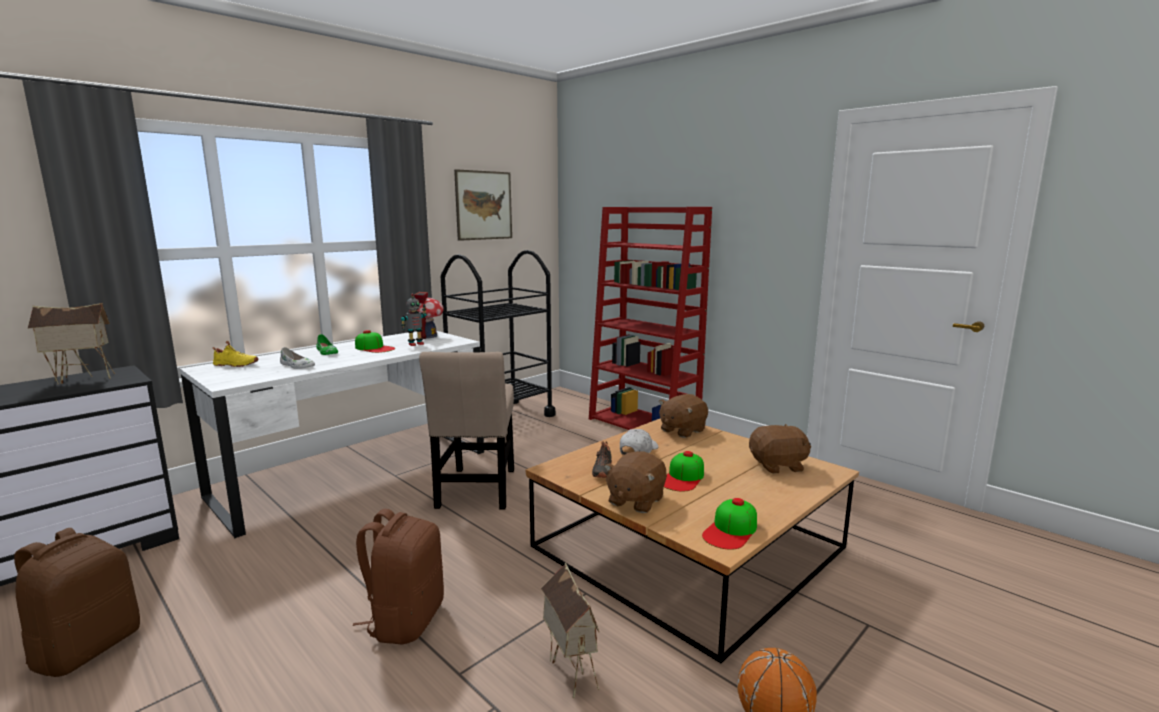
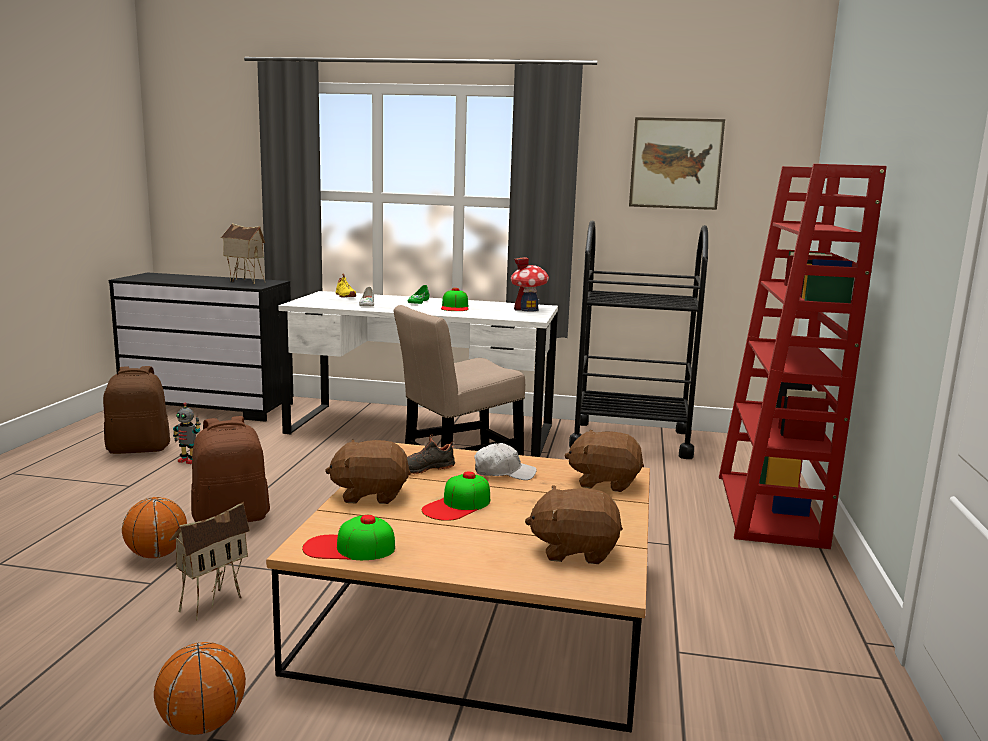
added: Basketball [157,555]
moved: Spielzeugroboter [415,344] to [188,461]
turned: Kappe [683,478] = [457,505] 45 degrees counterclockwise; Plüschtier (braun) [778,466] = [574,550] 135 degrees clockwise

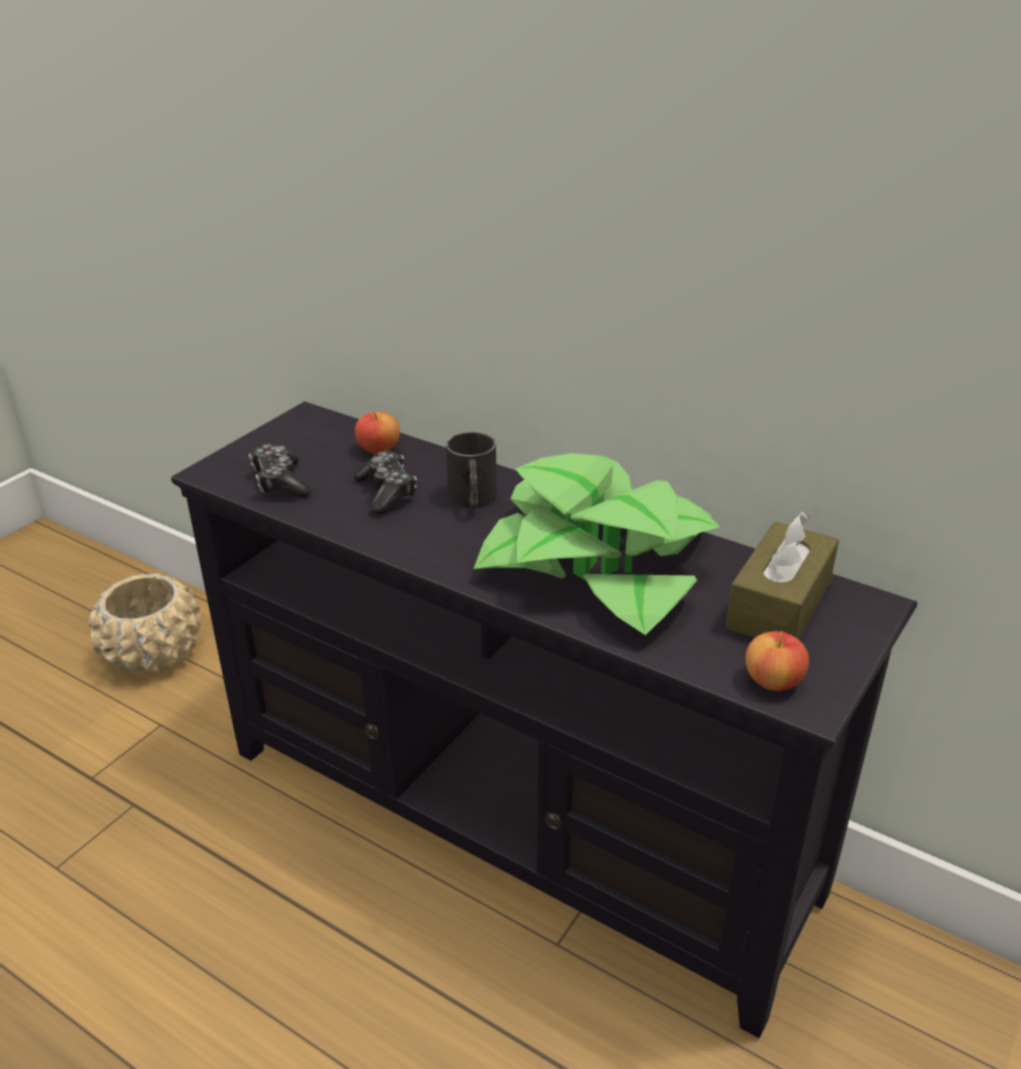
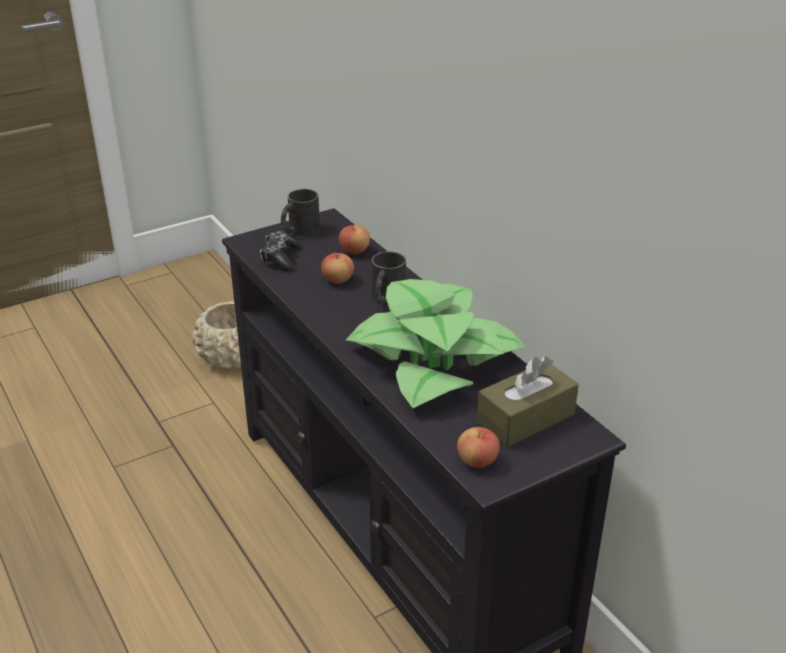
added: Henkelbecher (schwarz) [299,230]
replaced: Gamepad [387,492] to Apfel [338,280]

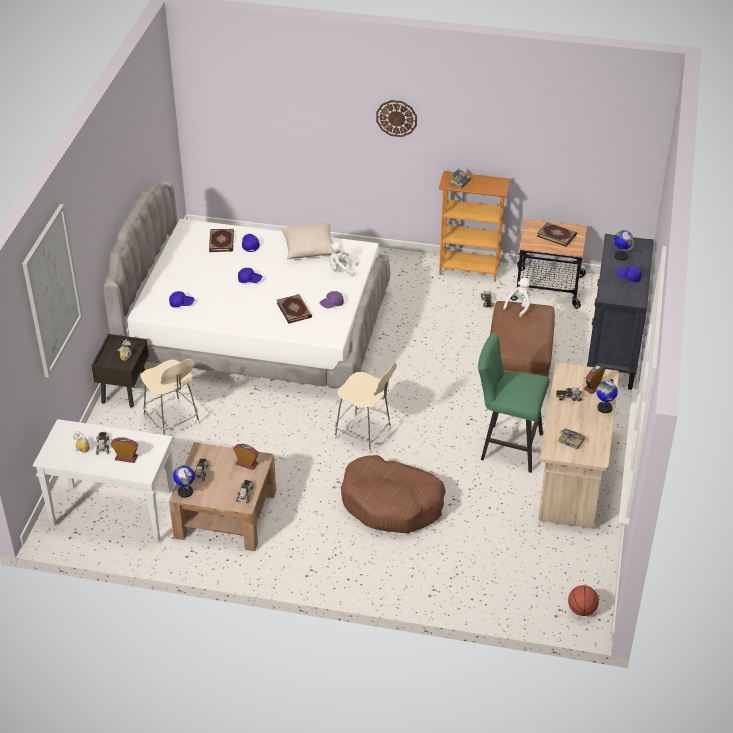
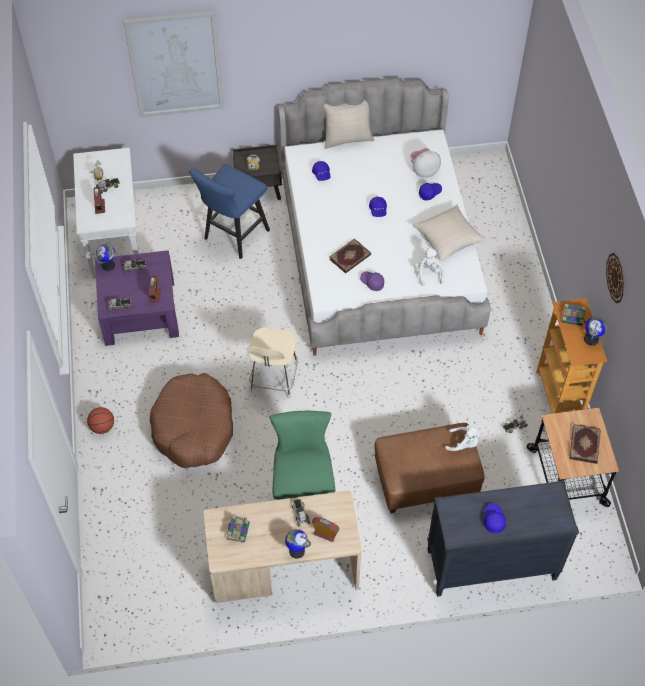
added: Kissen (beige) [347,139]
moved: Wanduhr [396,118] to [616,278]; Basketball [582,610] to [102,427]; Globus [620,256] to [591,339]
replaced: Stuhl (beige) [172,422] to Hocker (blau) [233,237]; Buch [222,242] to Plüschtier [424,171]
recoloured: Couchtisch (braun) [225,514] to Couchtisch (lila) [140,311]

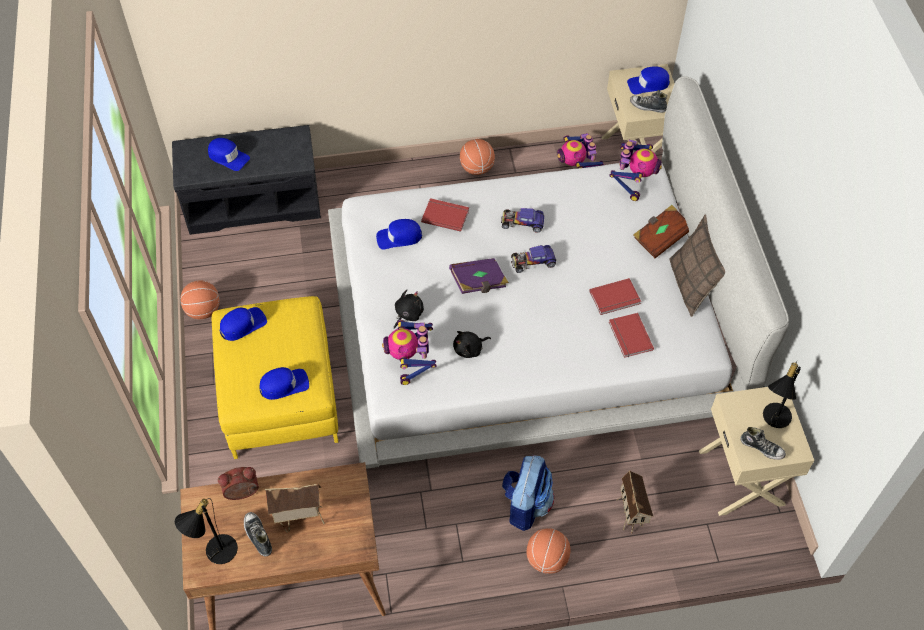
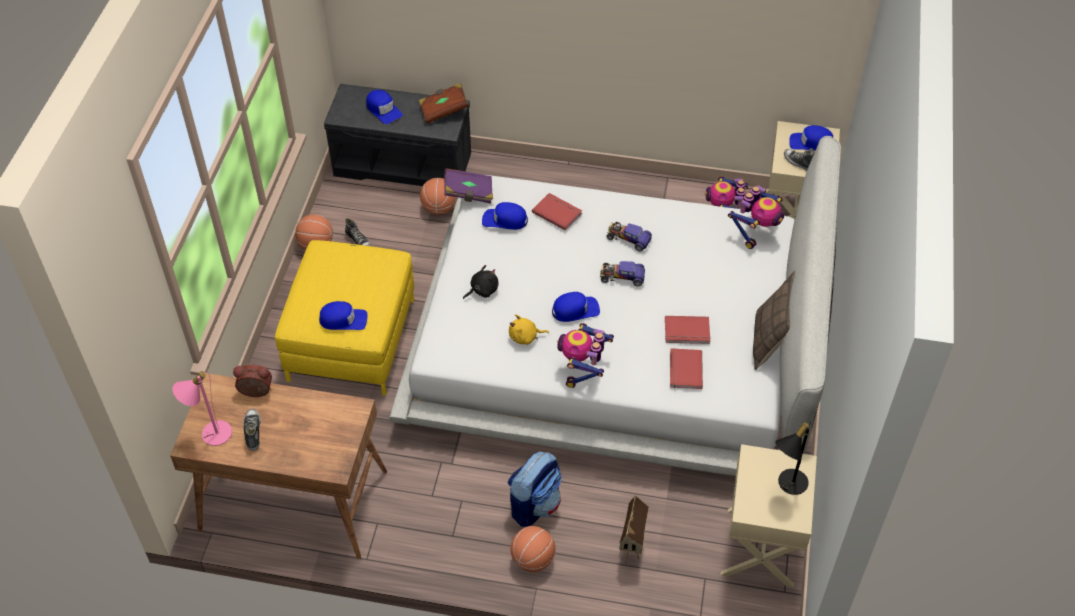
removed: Spielzeughaus [300,521]
moved: Kappe (blau) [243,325] to [575,310]; Spielzeugroboter [411,363] to [583,369]; Buch (lila) [478,283] to [468,193]; Basketball [477,168] to [439,208]; Buch (braun) [660,238] to [443,110]; Schuh [762,447] to [358,240]
recoloured: Tischlampe (schwarz) [215,551] to Tischlampe (rosa) [210,433]; Plüschtier (schwarz) [469,349] to Plüschtier (gelb) [525,337]

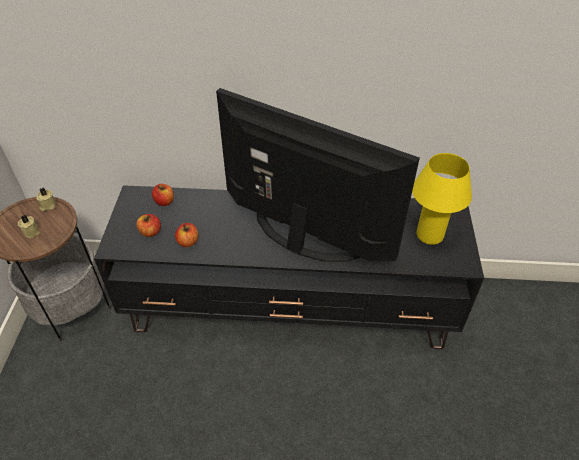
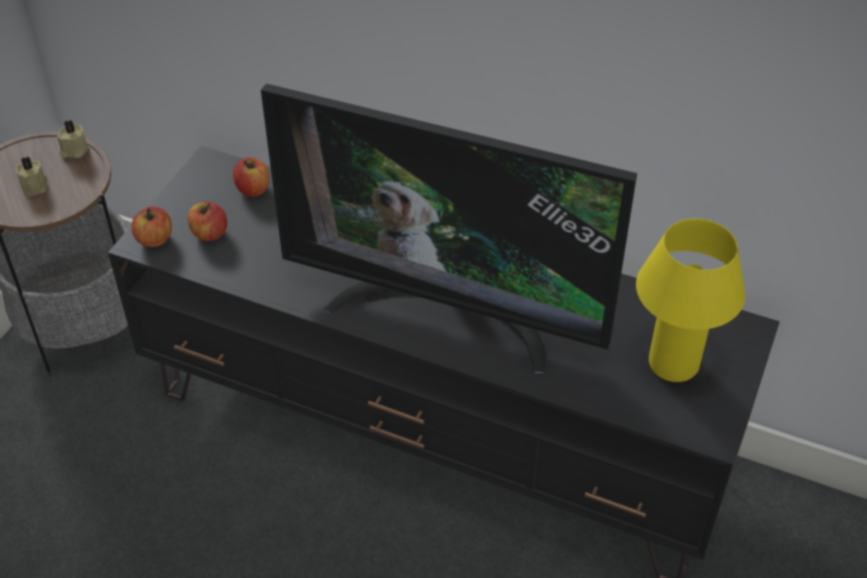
moved: Apfel [188,242] to [155,239]
turned: Fernseher [302,240] = [446,311] 150 degrees clockwise

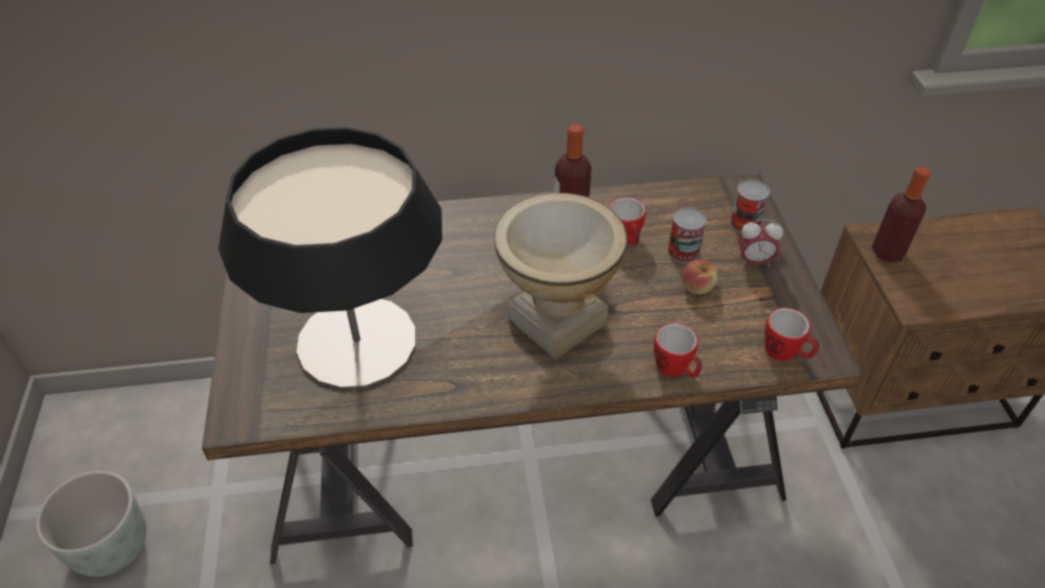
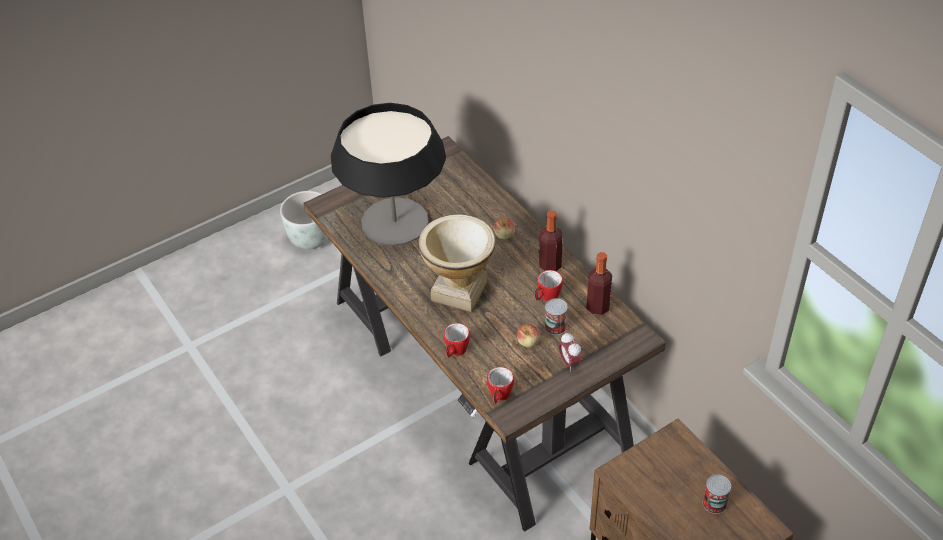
added: Apfel [504,235]
moved: Dose [745,223] to [714,503]; Flasche [887,252] to [598,307]

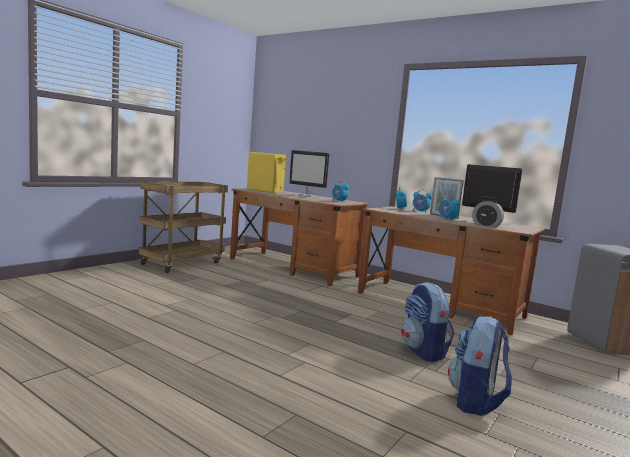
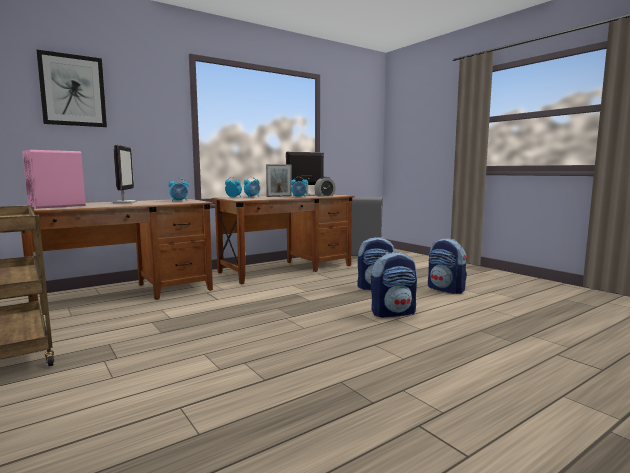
added: Bild [73,90]; Rucksack [393,313]
recoloured: Lautsprecher (gelb) [265,191] to Lautsprecher (rosa) [57,206]
turned: Monitor [307,196] = [124,202] 60 degrees counterclockwise

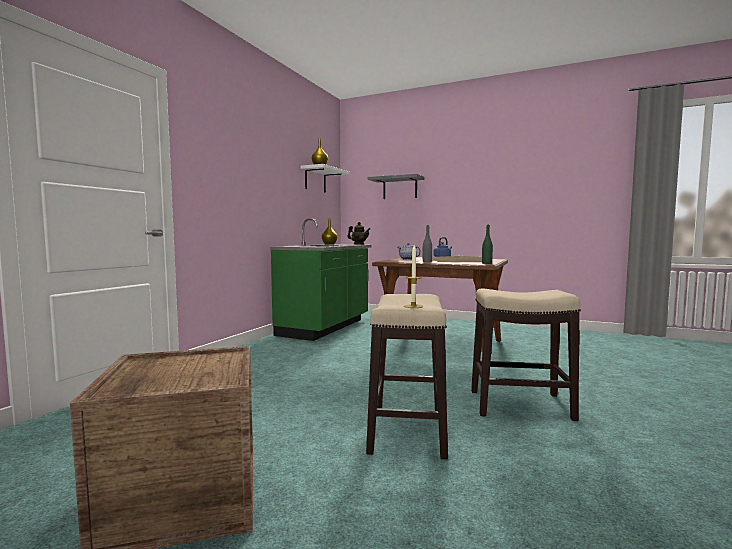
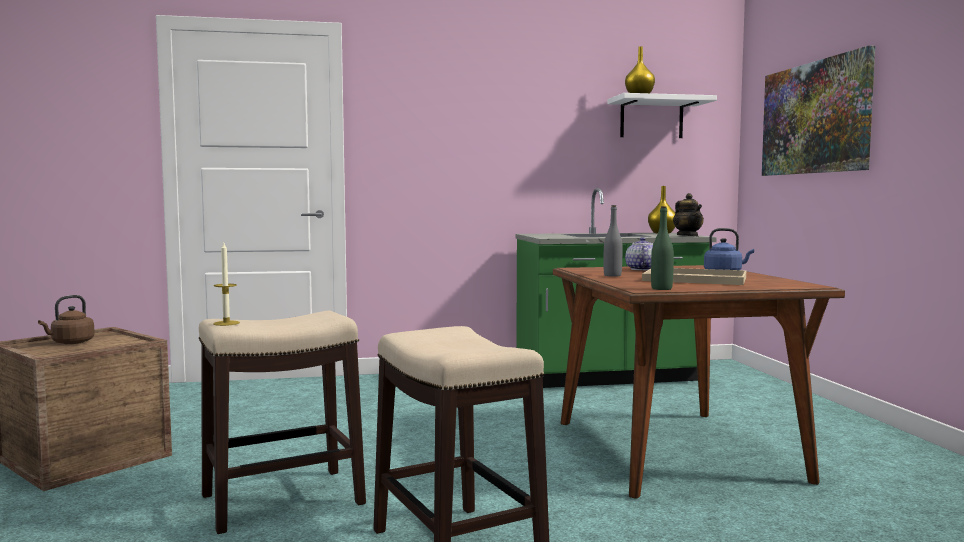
added: Wasserkessel (braun) [70,343]
replaced: Wandregal (grau) [400,188] to Bild [814,118]

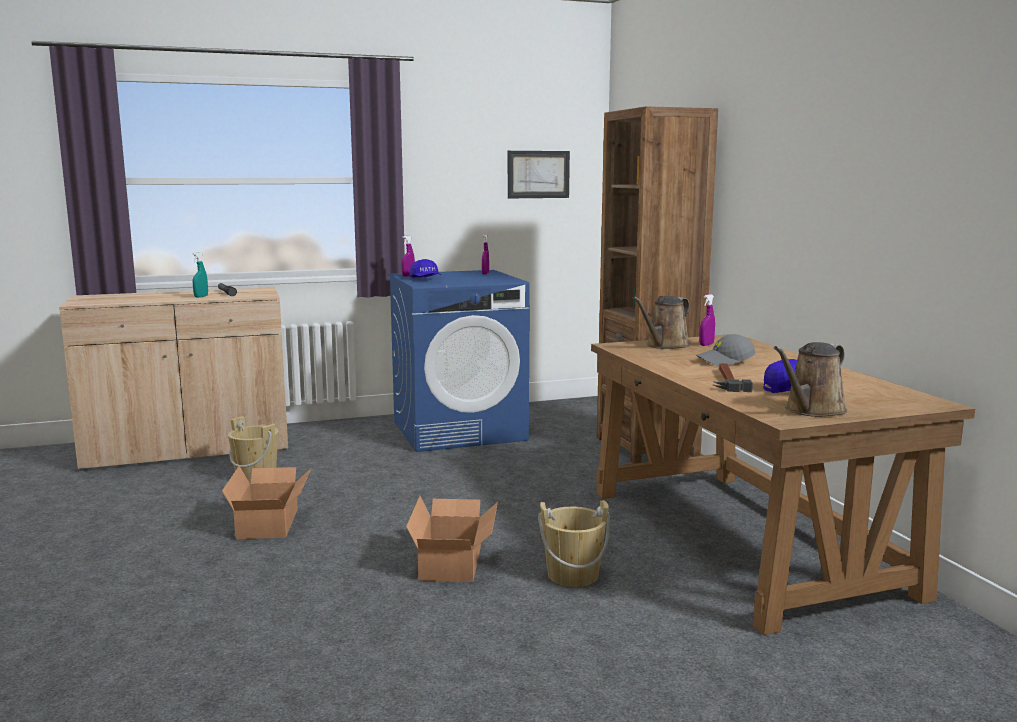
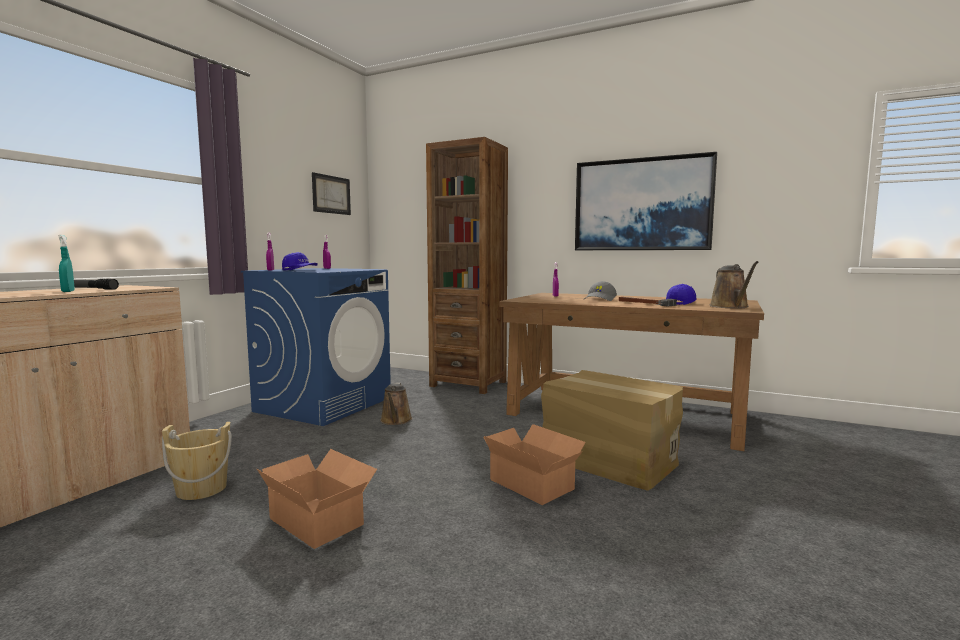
added: Bild [642,205]
moved: Gießkanne (braun) [665,345] to [396,421]
replaced: Eimer (beige) [573,575] to Karton [608,460]

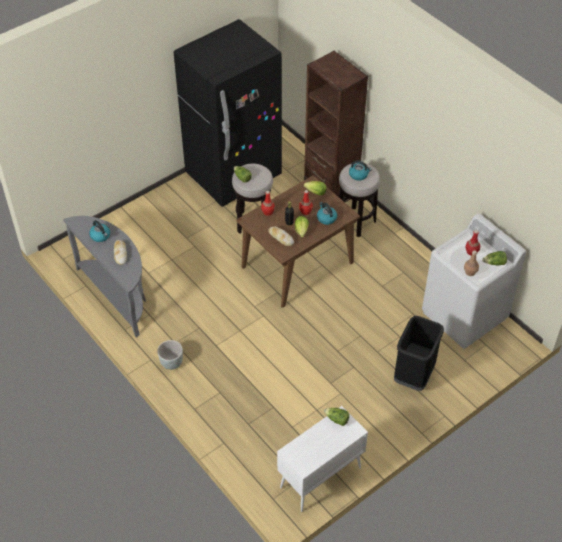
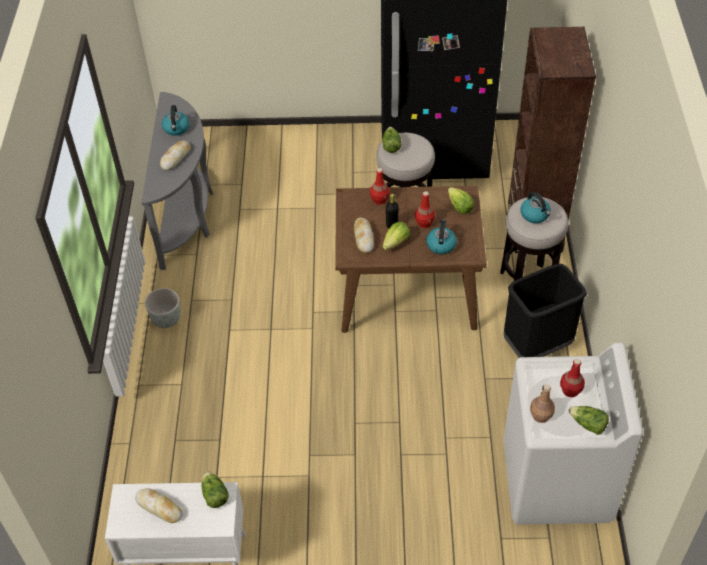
added: Brot [159,507]
moved: Mülleimer (schwarz) [414,375] to [537,346]

